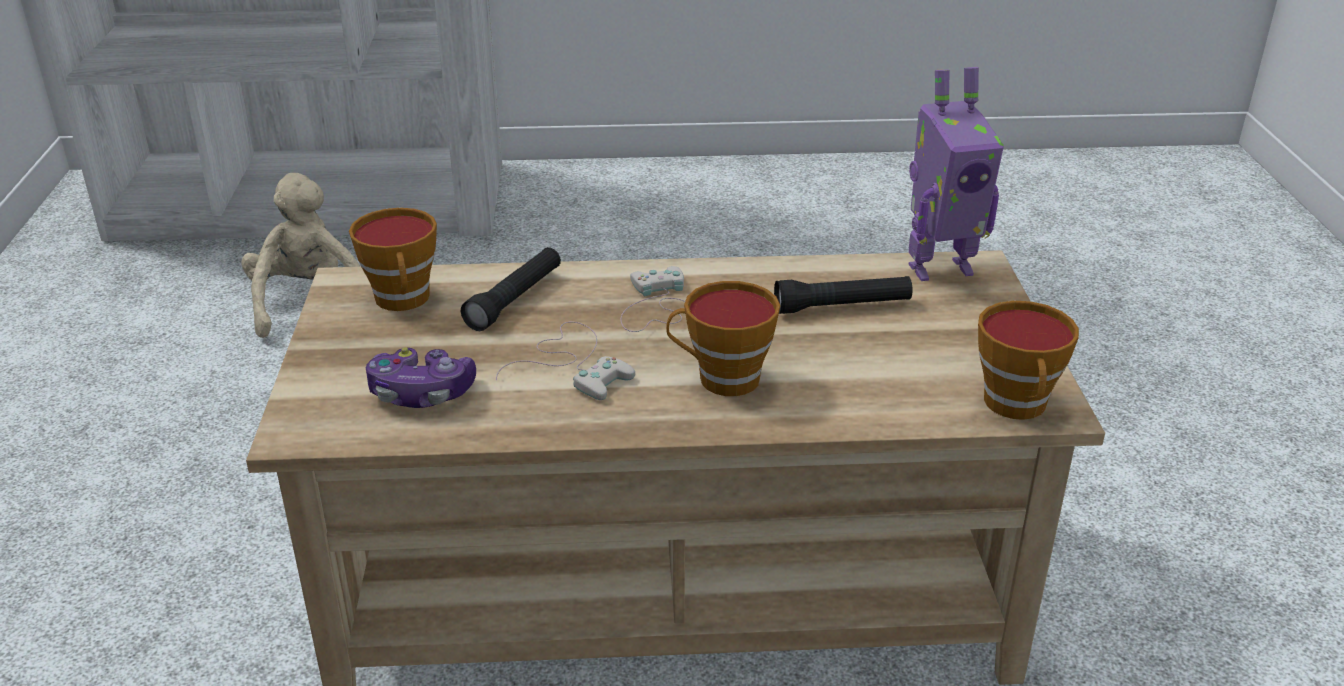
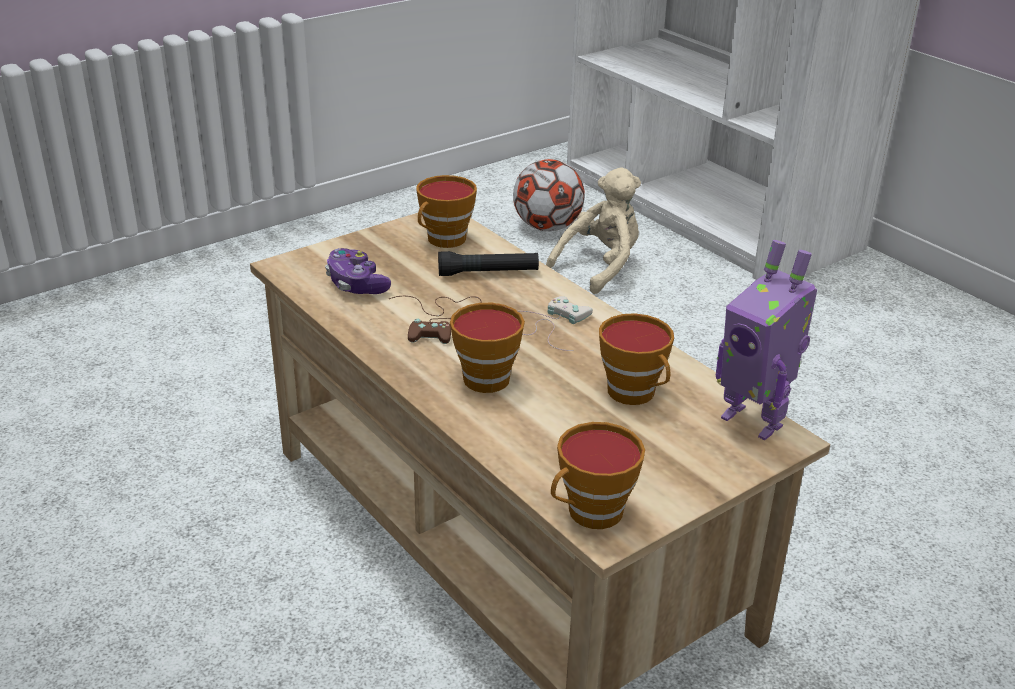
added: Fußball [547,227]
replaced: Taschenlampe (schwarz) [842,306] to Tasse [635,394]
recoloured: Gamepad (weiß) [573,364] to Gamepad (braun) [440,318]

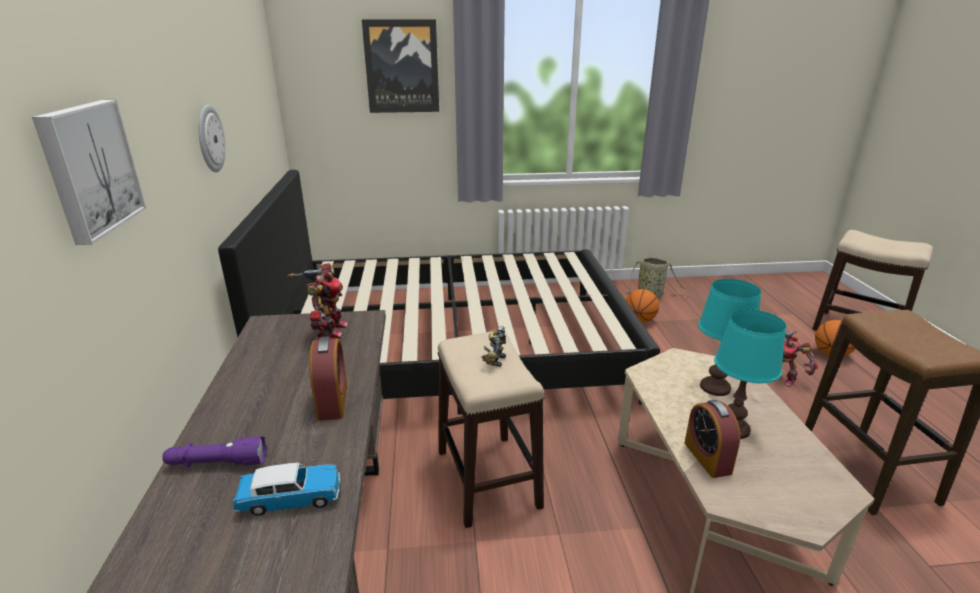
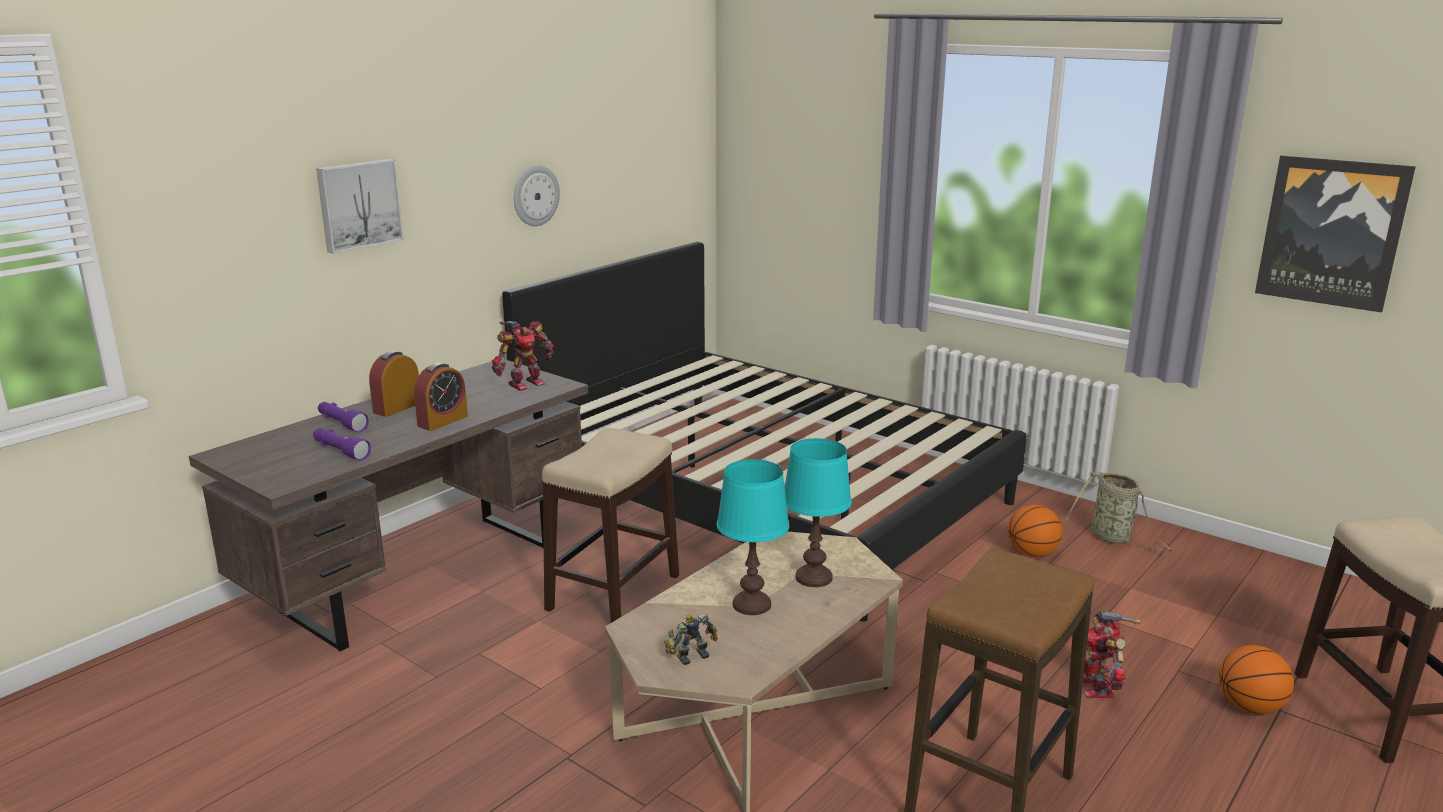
moved: Bild [402,67] to [1331,232]; Spielzeugroboter [494,360] to [690,655]; Wecker [707,458] to [397,407]
replaced: Spielzeugauto [291,498] to Taschenlampe (lila) [340,451]

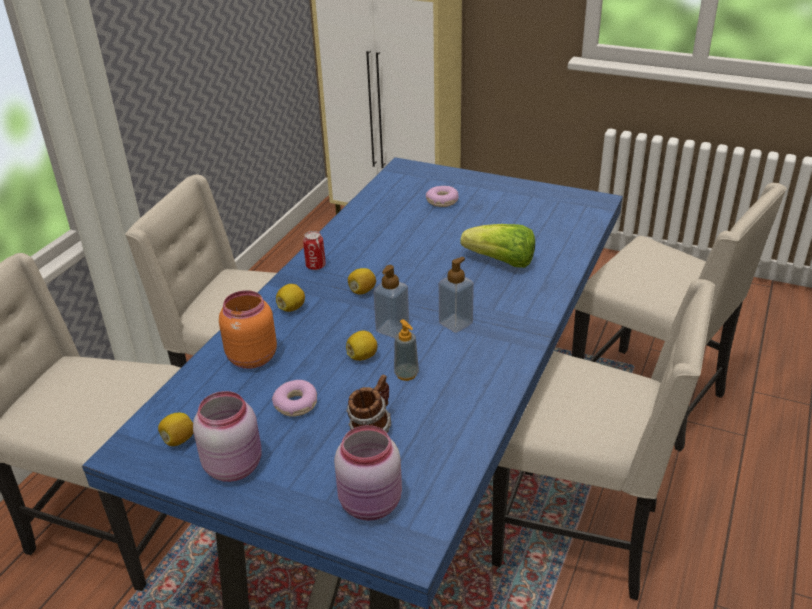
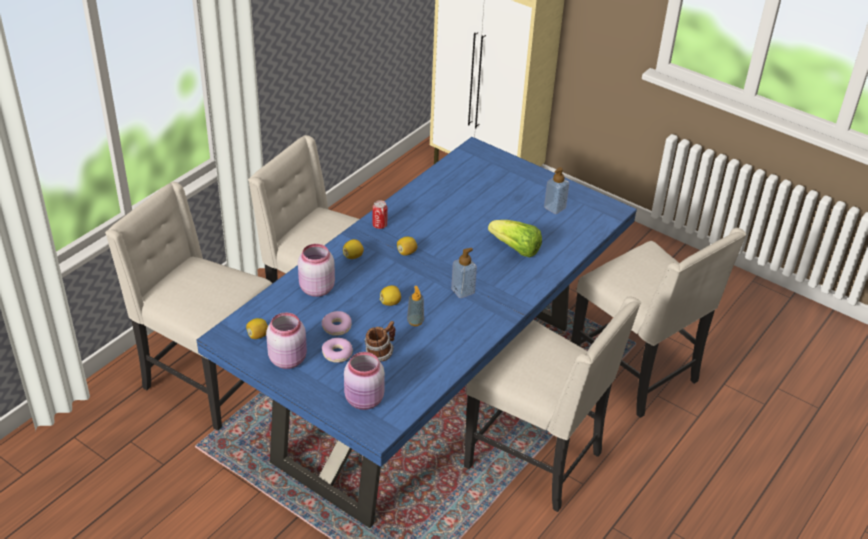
moved: Seifenspender [392,329] to [554,208]; Donut [442,201] to [337,354]
recoloured: Vorratsglas (orange) [250,358] to Vorratsglas (rosa) [316,288]

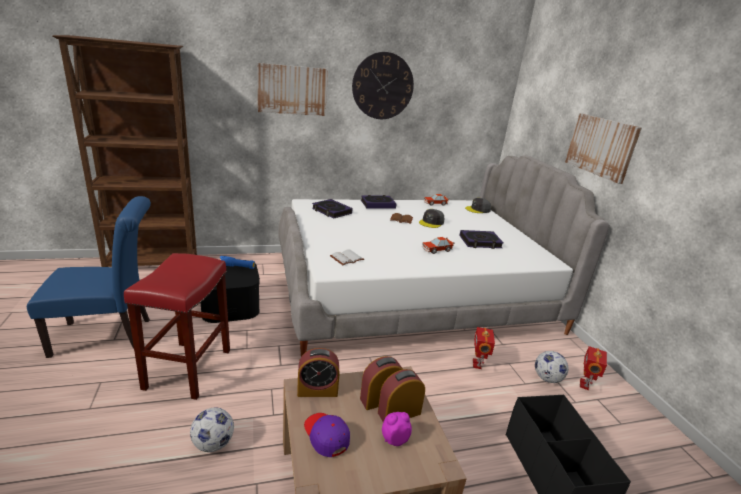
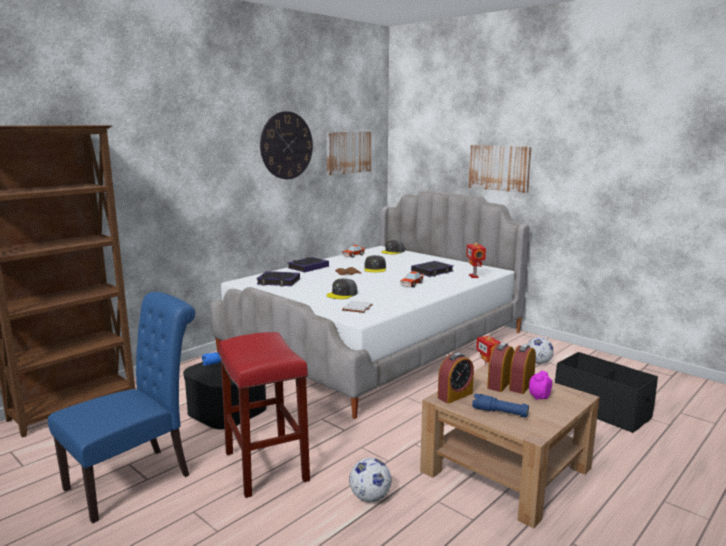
added: Kappe (grau) [342,294]
moved: Bild [292,90] to [348,152]; Spielzeugroboter [585,385] to [474,276]
replaced: Kappe (lila) [326,436] to Taschenlampe (blau) [500,412]

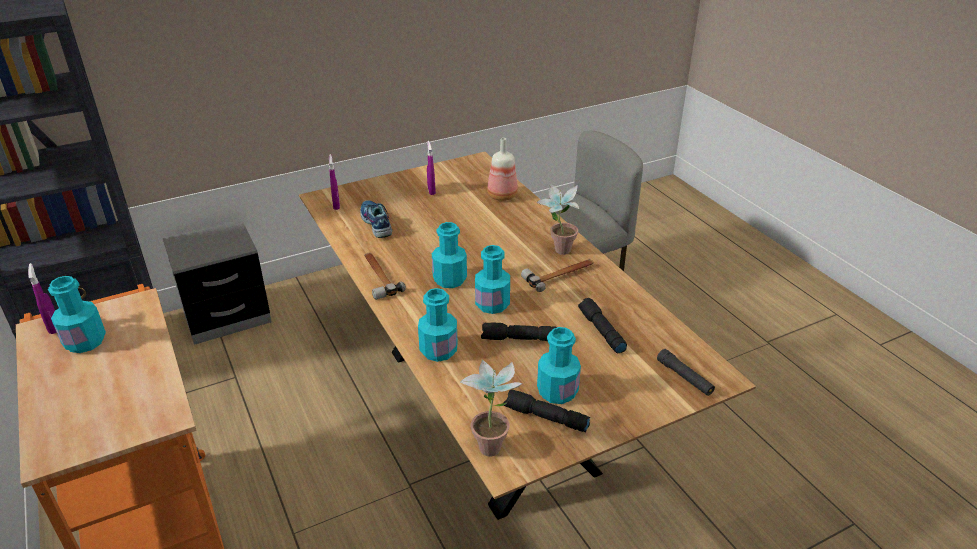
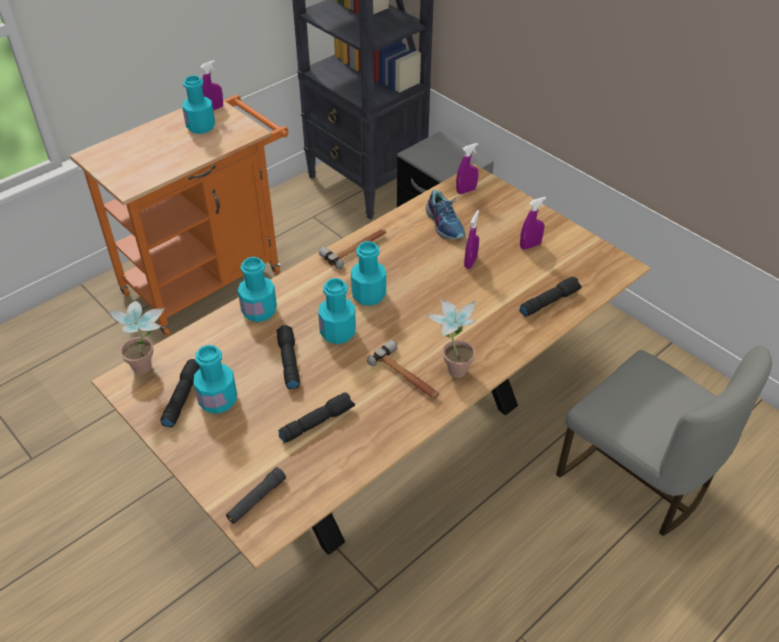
added: Sprühflasche (lila) [470,262]
replaced: Flasche [501,196] to Taschenlampe (schwarz) [549,301]
turned: Schuh [375,223] = [445,224] 105 degrees clockwise

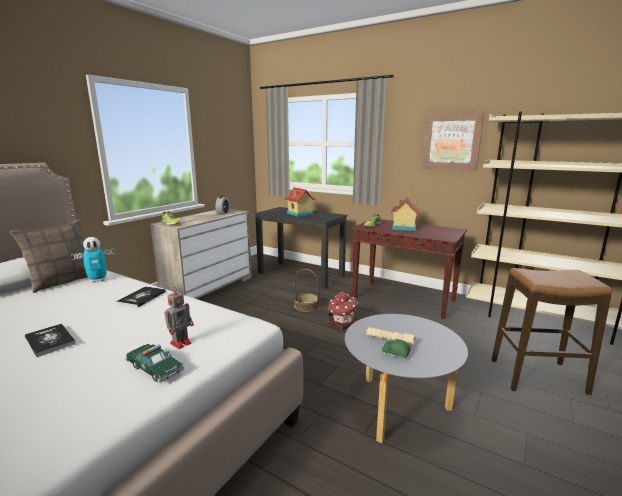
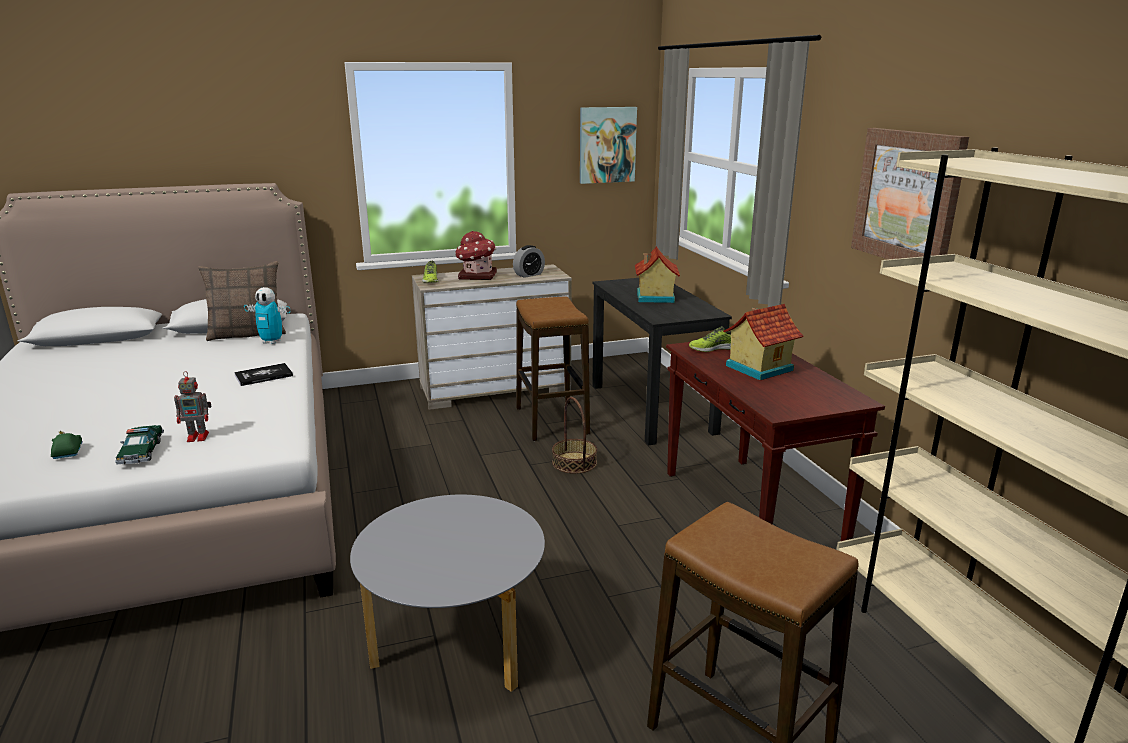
removed: Buch [50,340]; Taschenlampe (beige) [389,340]
added: Hocker [551,421]; Bild [607,145]
moved: Spielzeughaus [342,323] to [476,276]; Spielzeugauto (grün) [395,354] to [67,453]

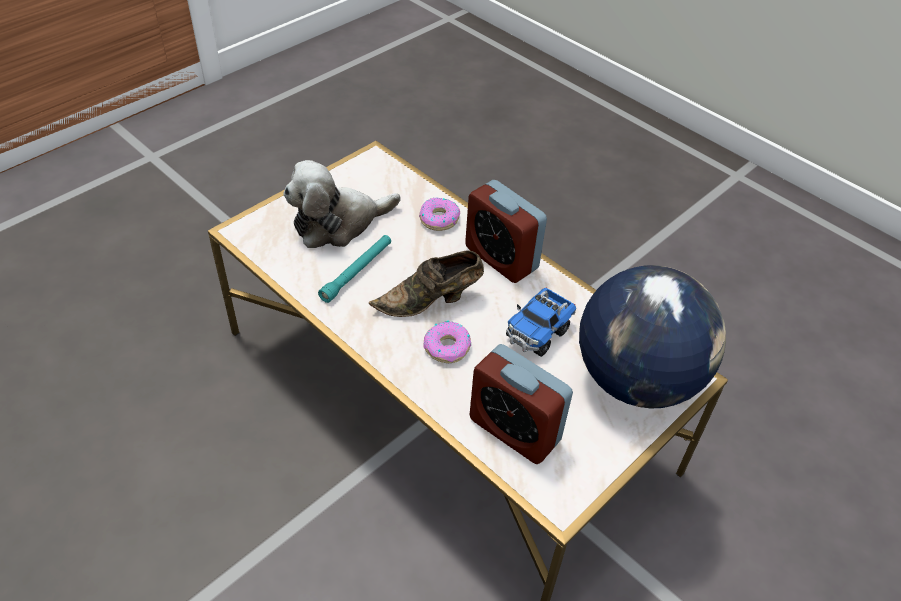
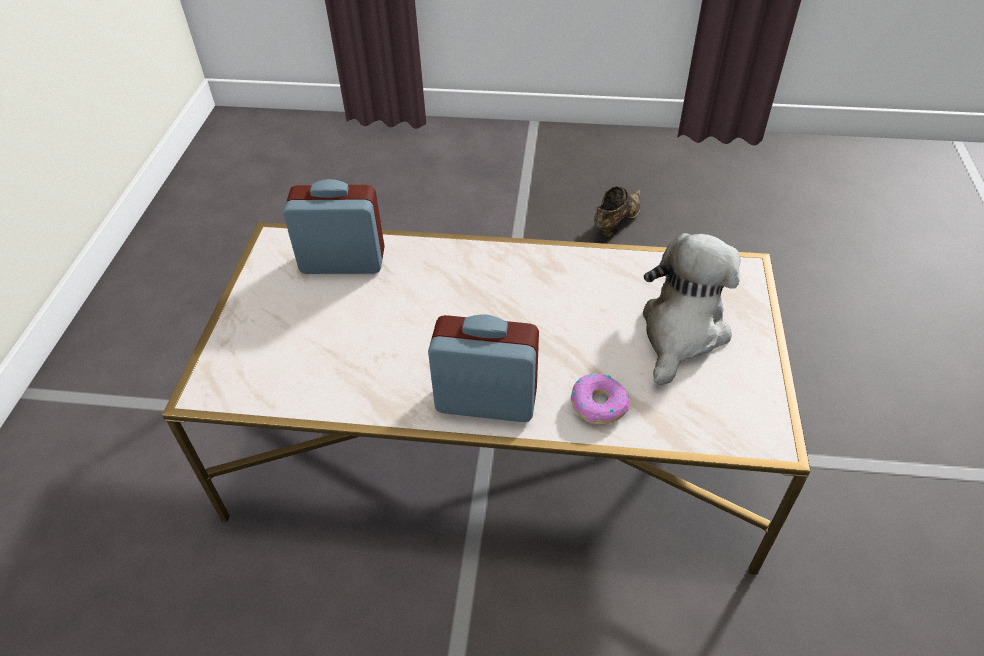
removed: Taschenlampe (türkis) [357,272]; Donut [447,347]; Spielzeuglaster [538,333]; Globus [636,379]
moved: Schuh (braun) [430,301] to [615,223]

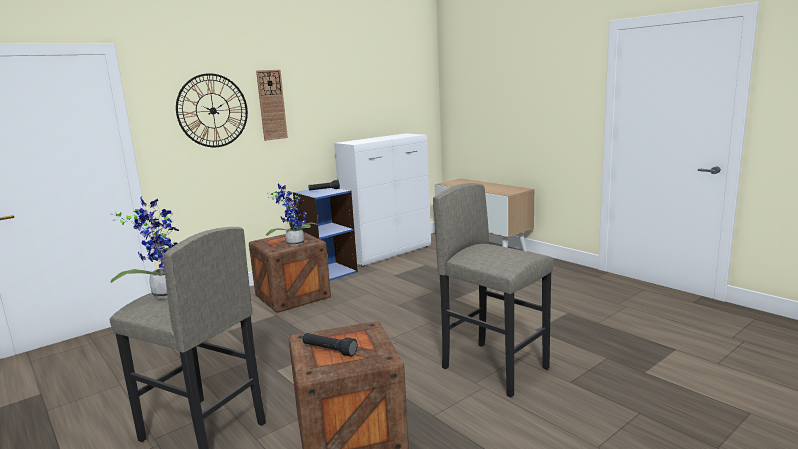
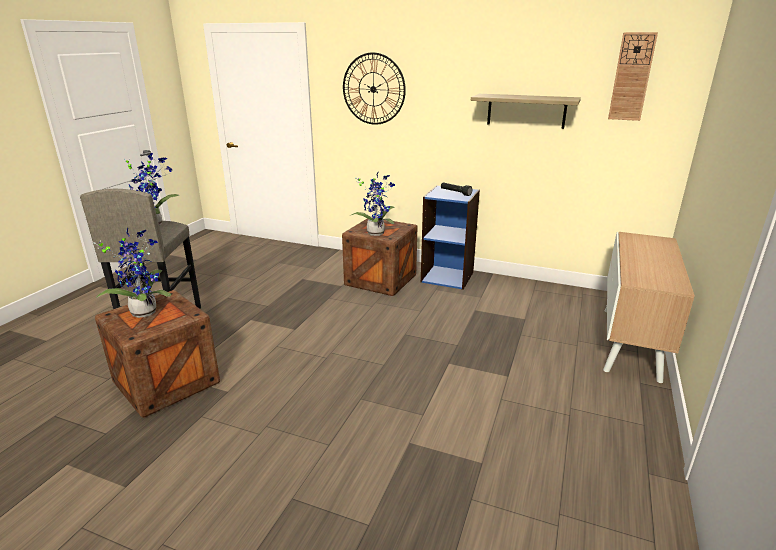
removed: Schrank (weiß) [389,253]; Hocker (grau) [495,368]
added: Wandregal [526,111]
moved: Wanduhr [271,105] to [631,77]
replaced: Taschenlampe (schwarz) [329,350] to Topfpflanze [144,311]

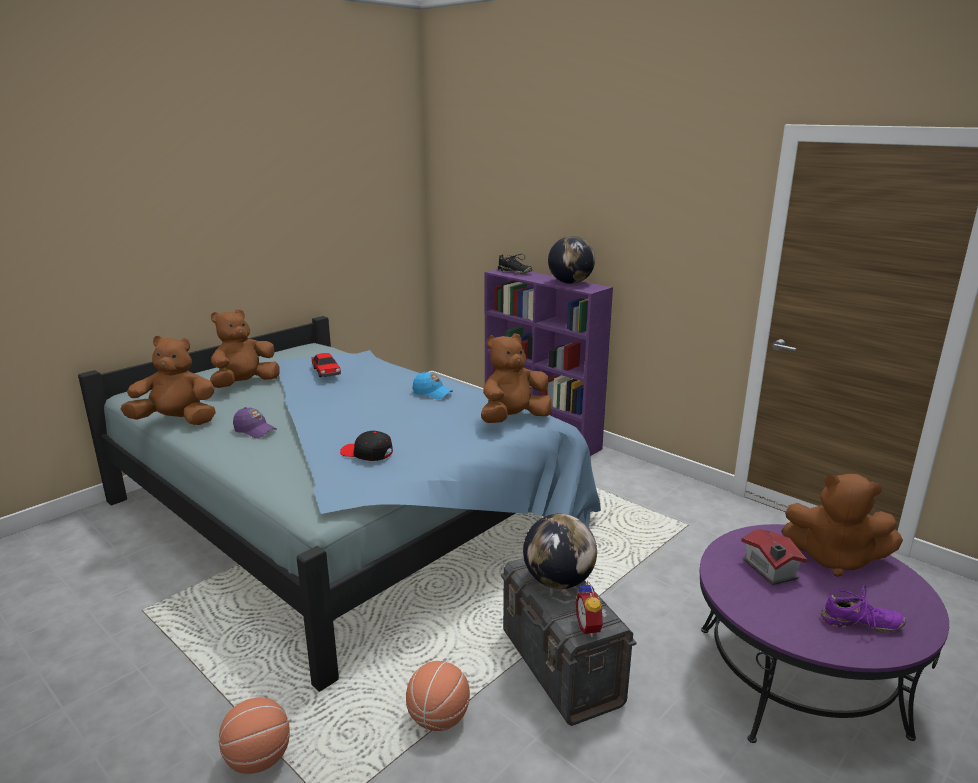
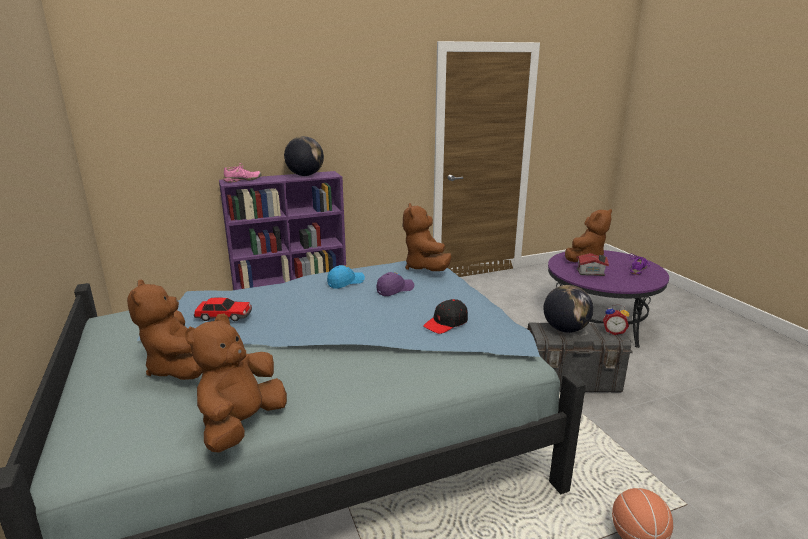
removed: Basketball [438,719]
moved: Kappe (lila) [255,431] to [395,290]
recoloured: Schuh (schwarz) [514,272] to Schuh (rosa) [242,180]

